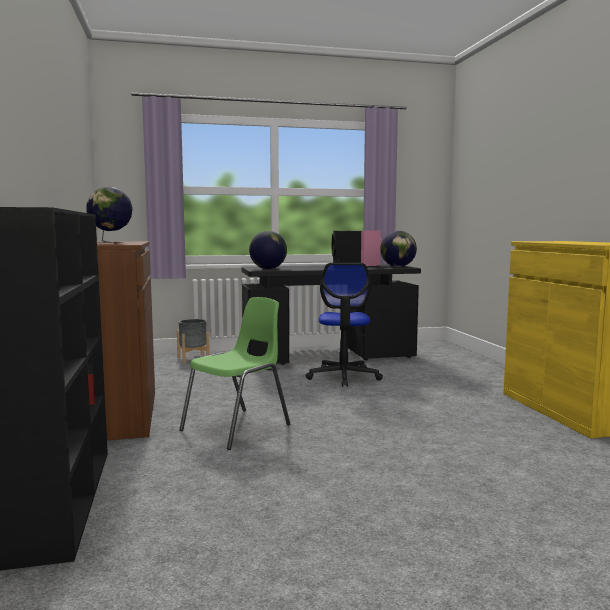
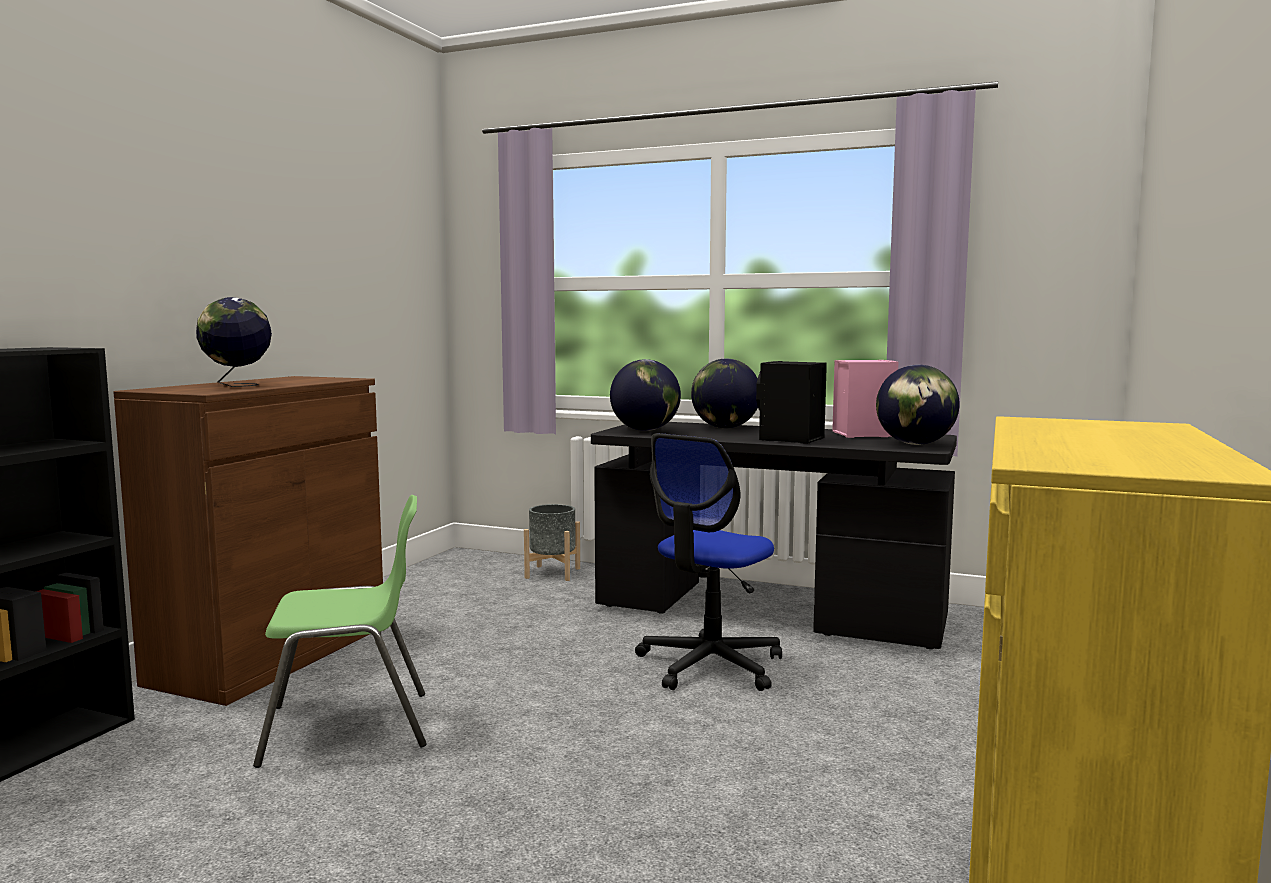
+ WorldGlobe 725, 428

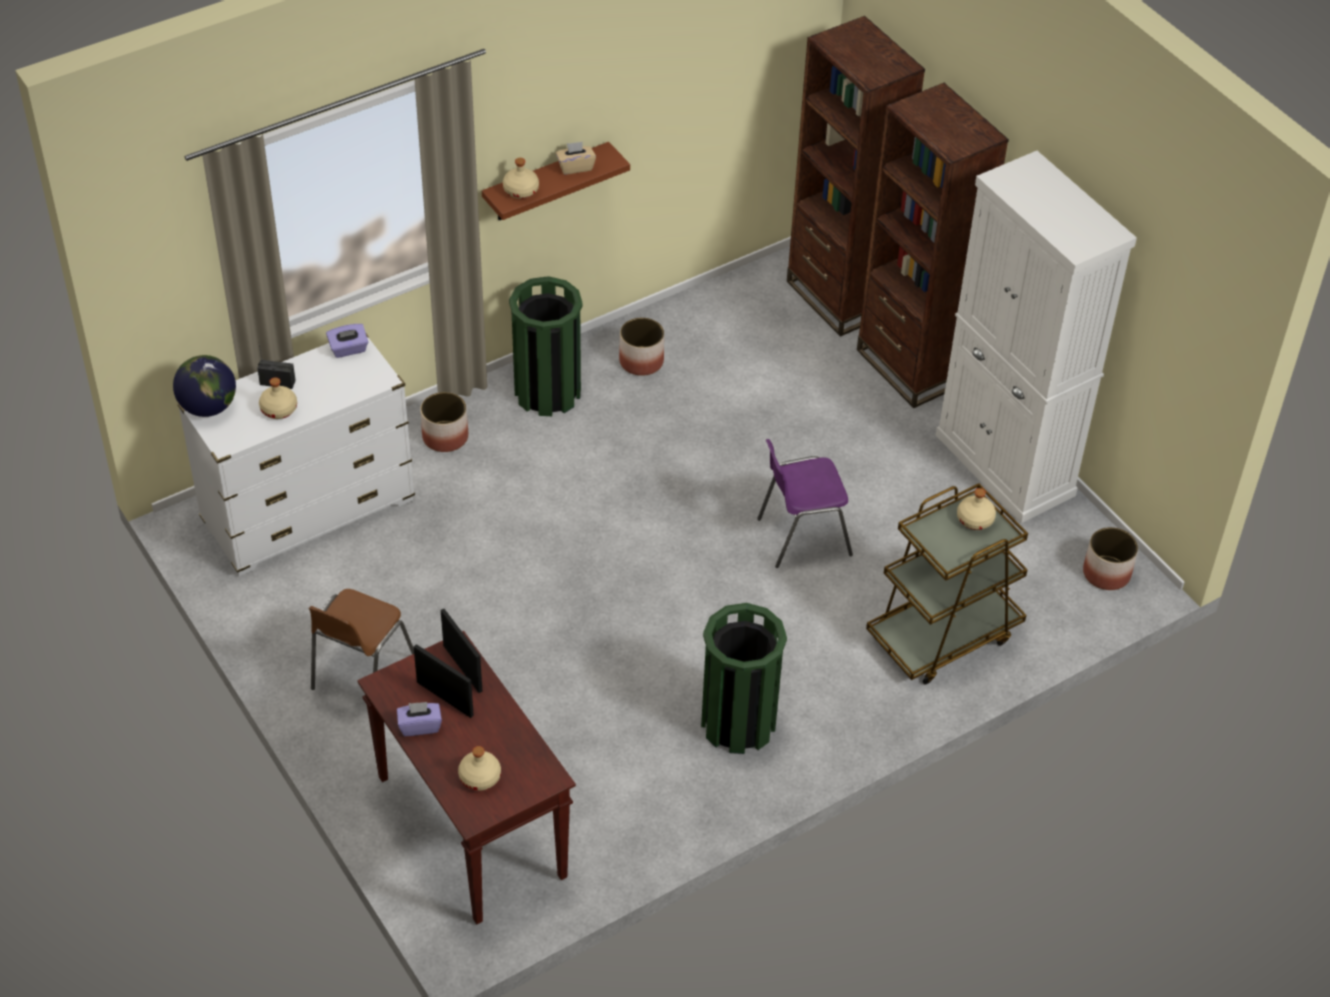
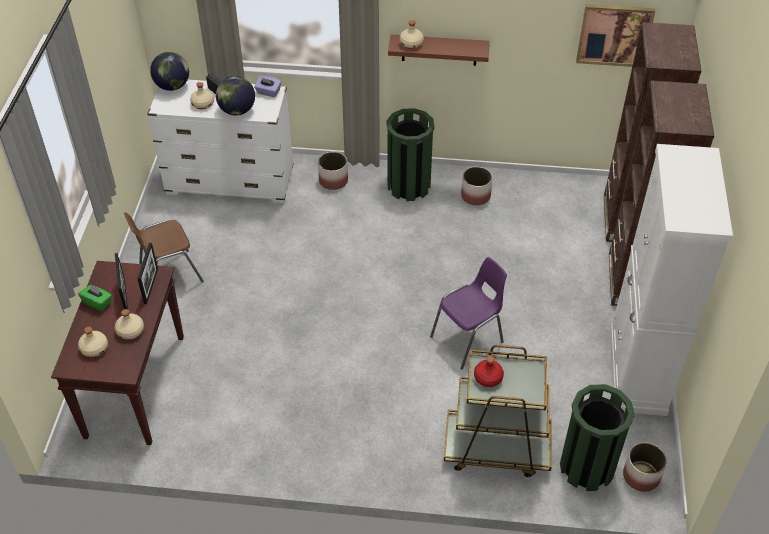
- BeigeTissueBox 575, 167
~ PurplePlainChair 801, 536 = 469, 339 120 degrees clockwise
~ BeigeBottle 975, 519 to 130, 331
~ GreenishRubbishBin 738, 723 to 587, 467
~ PurpleTissueBox 420, 726 to GreenishTissueBox 97, 302
+ WallPicture 614, 34
+ WorldGlobe 237, 110
+ RedBottle 488, 378

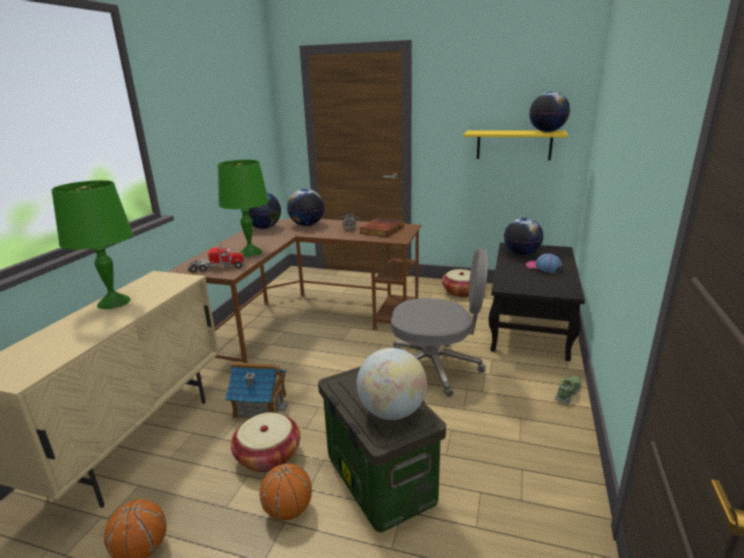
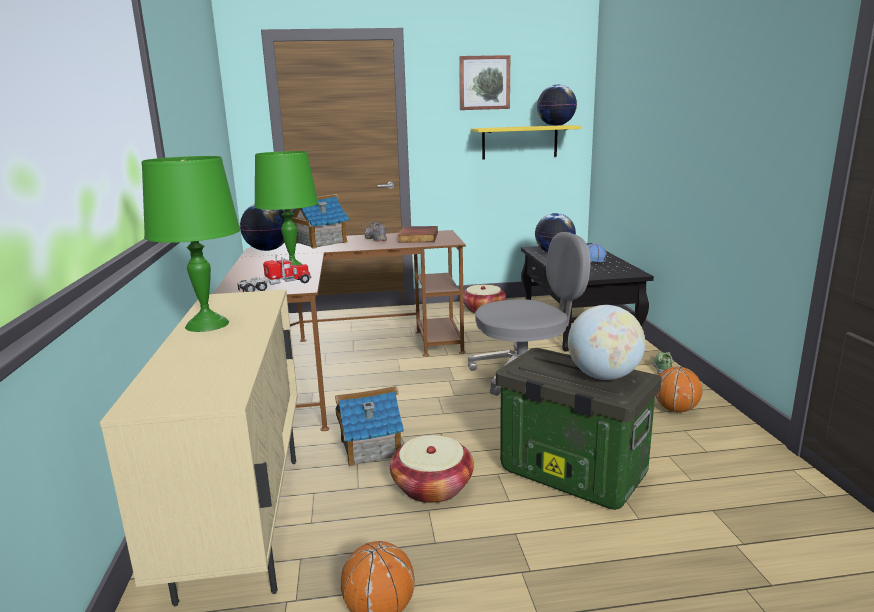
~ WorldGlobe 307, 225 to ModelHouse 320, 242
~ BasketballBall 288, 510 to 675, 409
+ WallPicture 484, 83

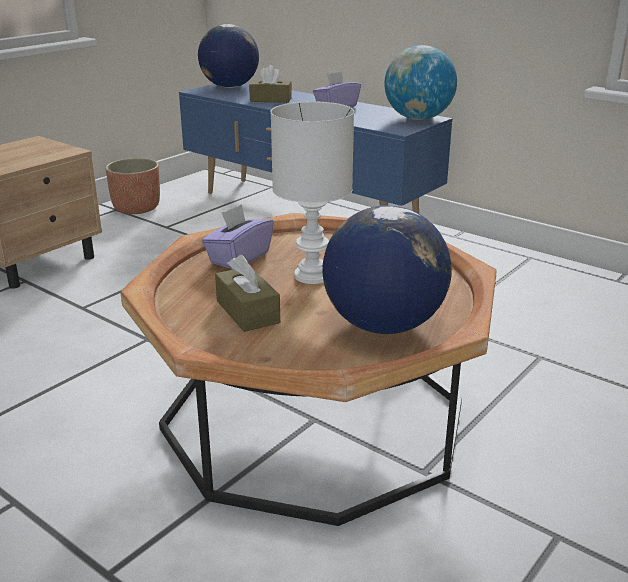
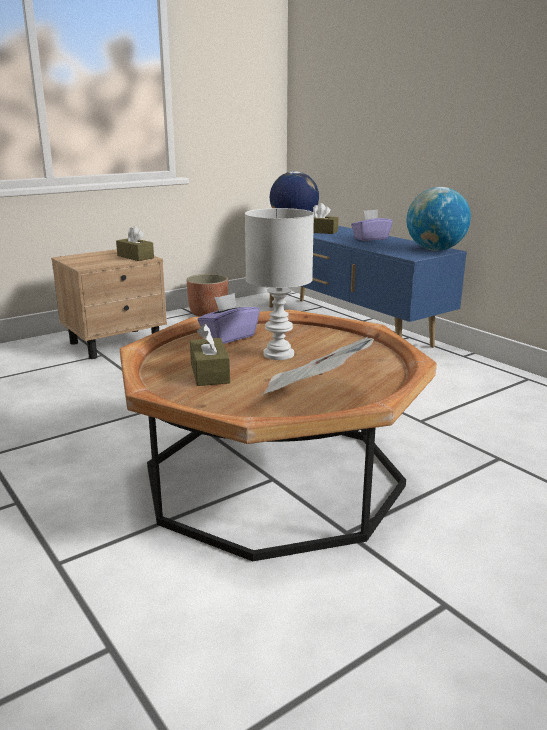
~ WorldGlobe 383, 325 to Newspaper 313, 394
+ BrownishTissueBox 135, 257

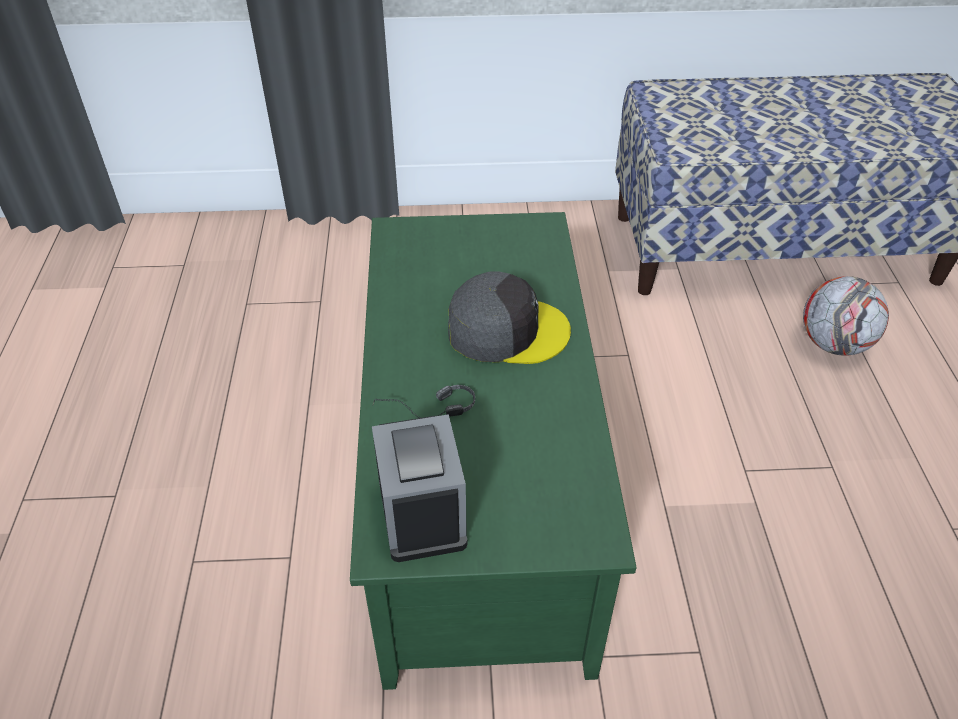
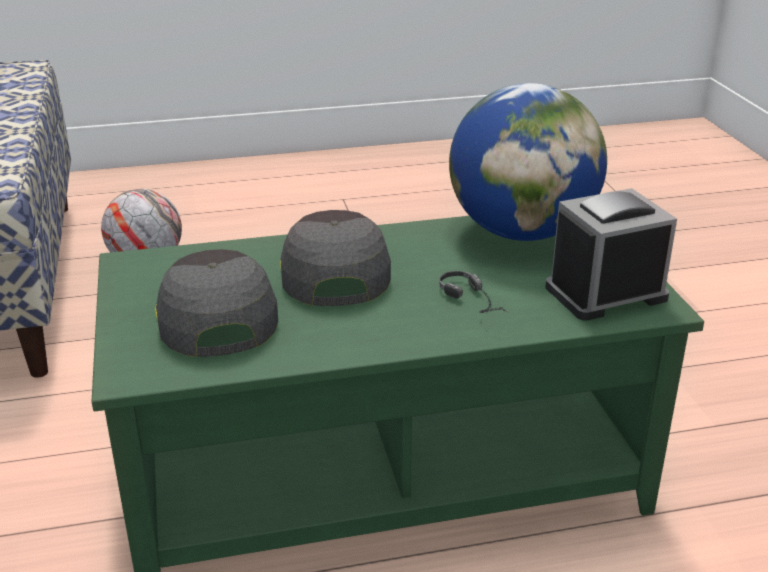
+ WorldGlobe 521, 232
+ GreyPeakedCap 215, 316

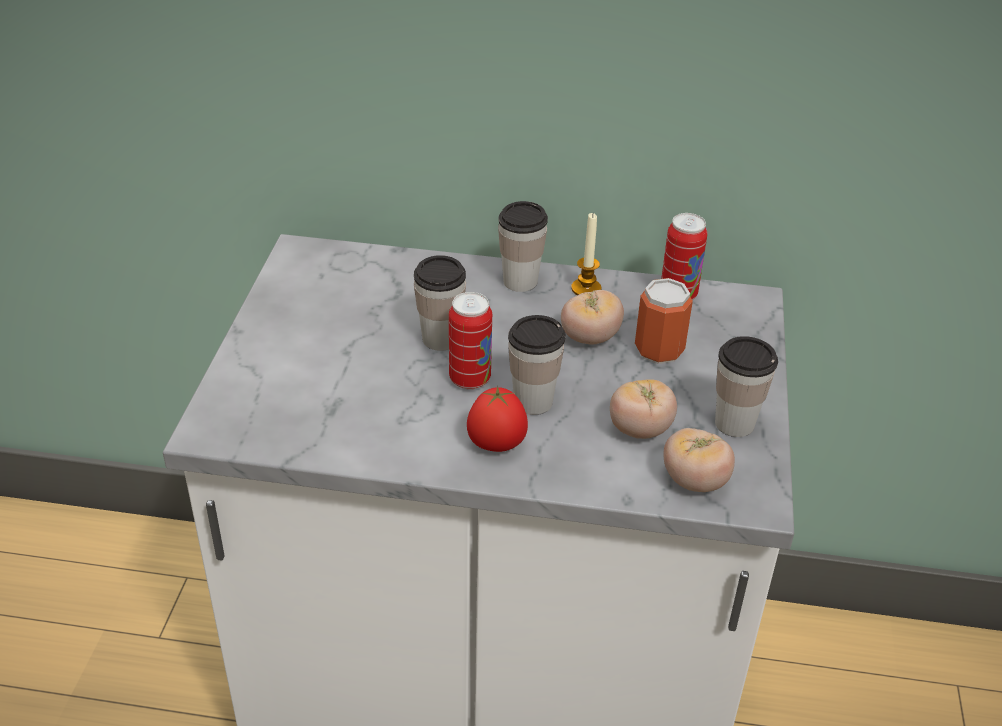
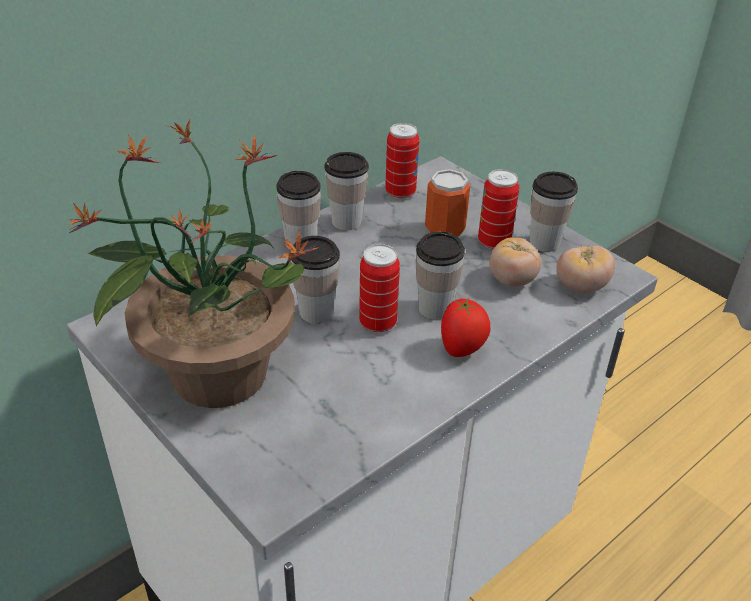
~ WaxLight 586, 289 to DrinkingCup 346, 222
- Tomato 590, 337
+ Houseplant 216, 373
+ SealedCan 494, 242

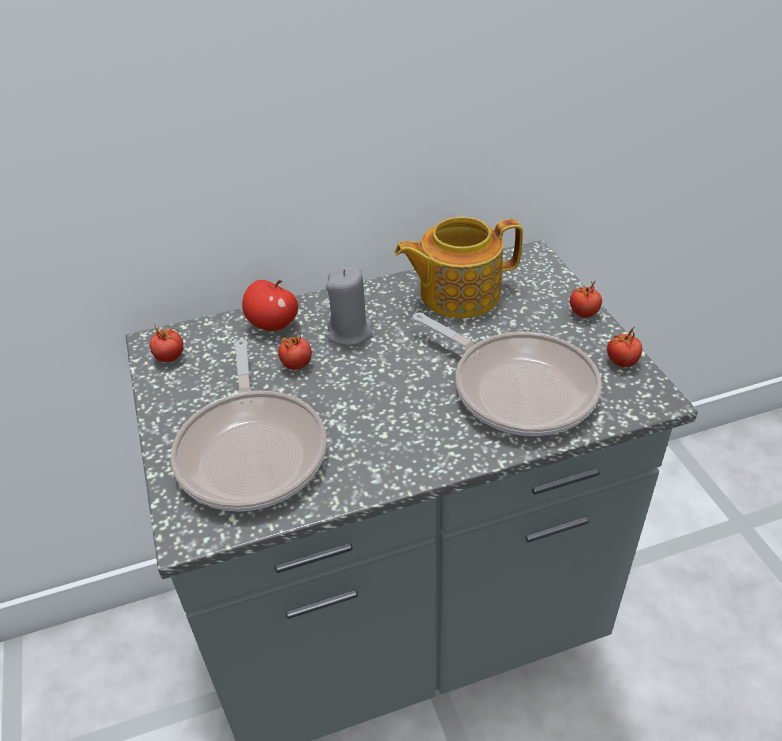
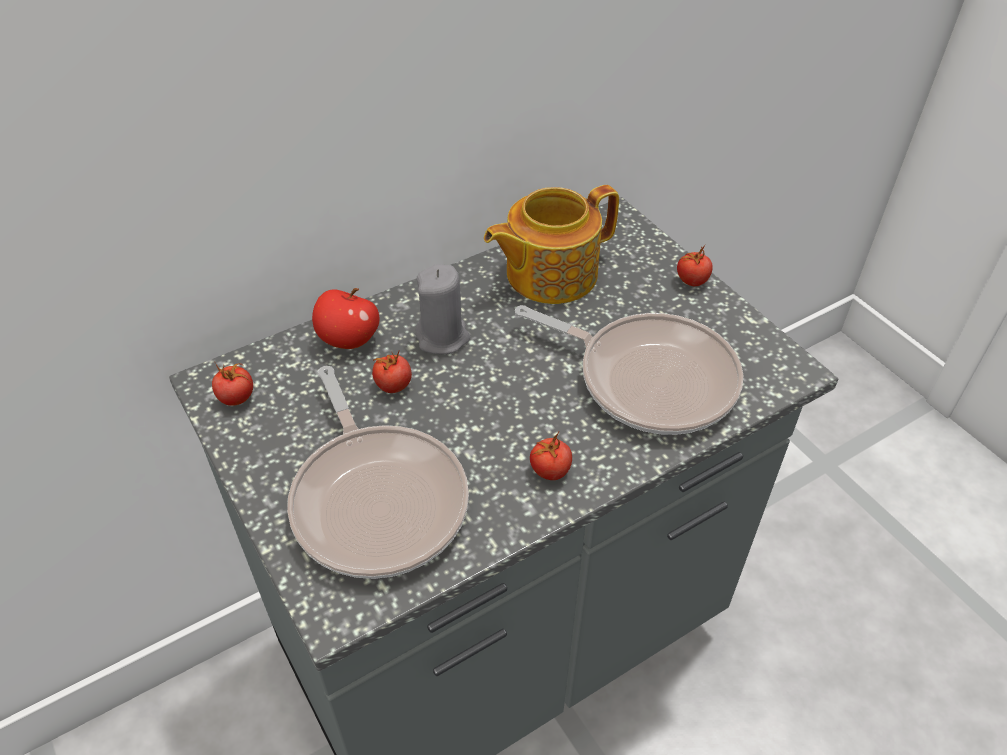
~ Tomato 621, 362 to 550, 471

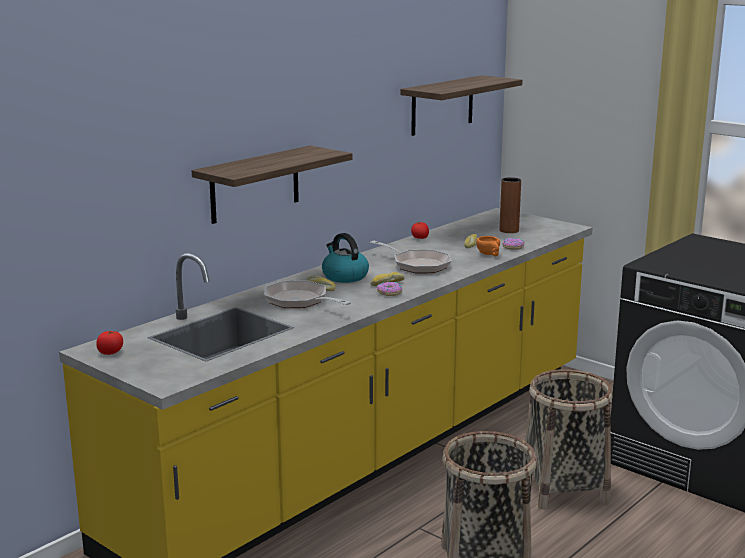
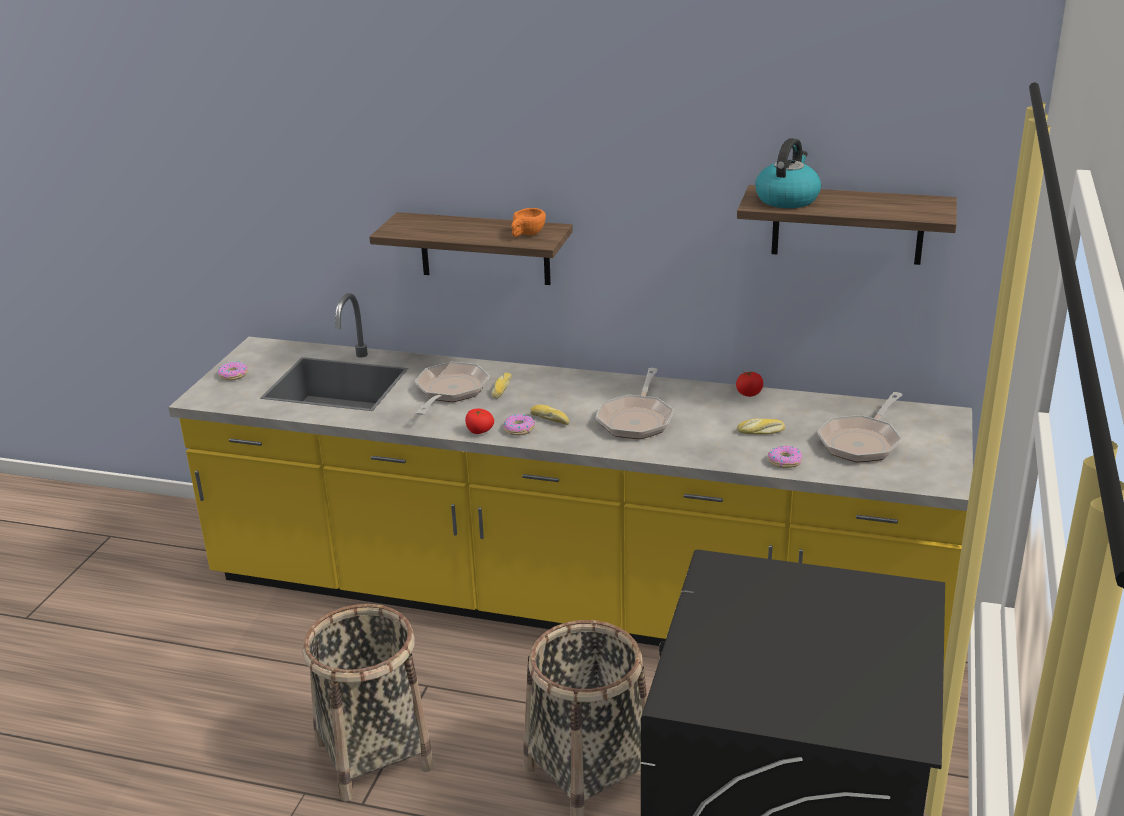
~ BrownishFlowerVase 509, 230 to FryingPan 862, 442
~ Kettle 344, 276 to 787, 199
~ OrangeDrinkingCup 489, 255 to 526, 235
~ Tomato 110, 352 to 479, 431
+ Donut 233, 375

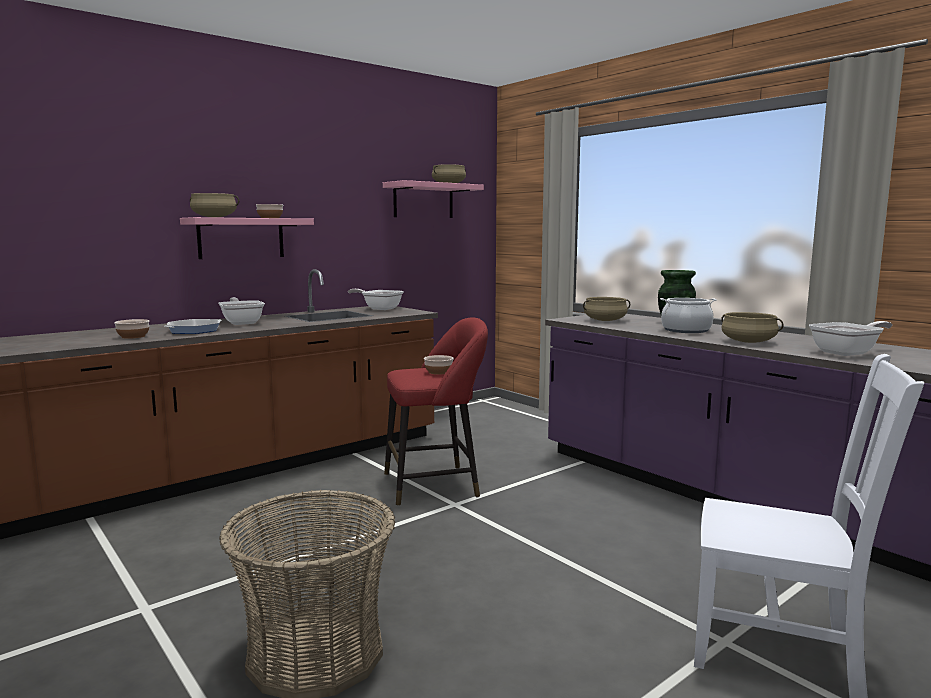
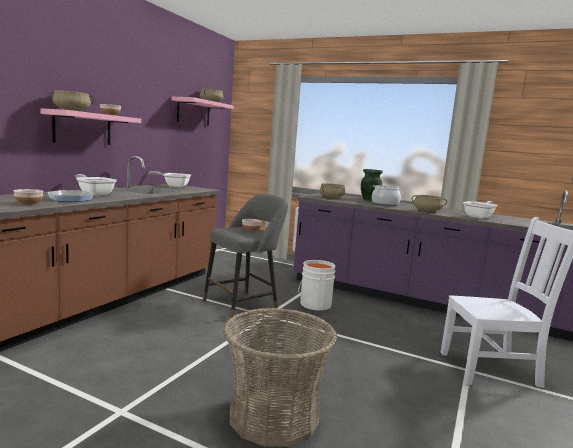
~ RedStoolSeat 436, 484 to GreyStoolSeat 243, 304
+ WhitePail 313, 304

